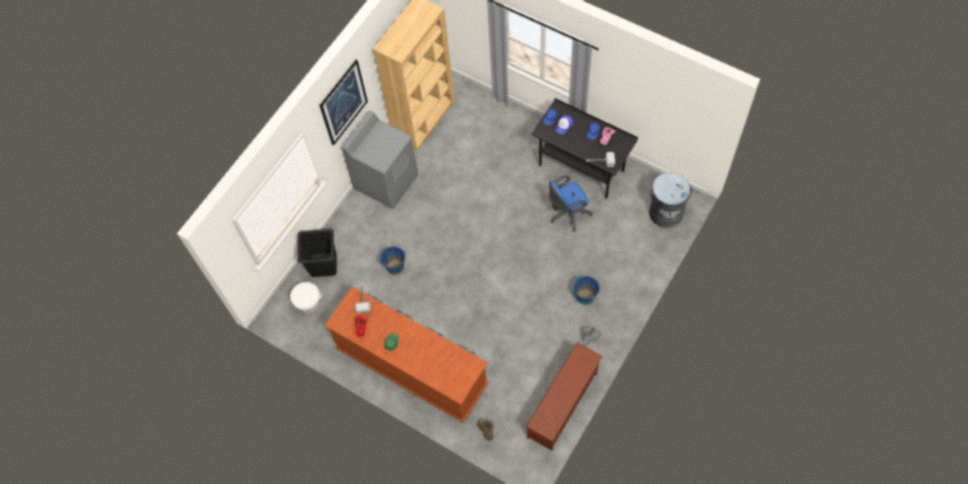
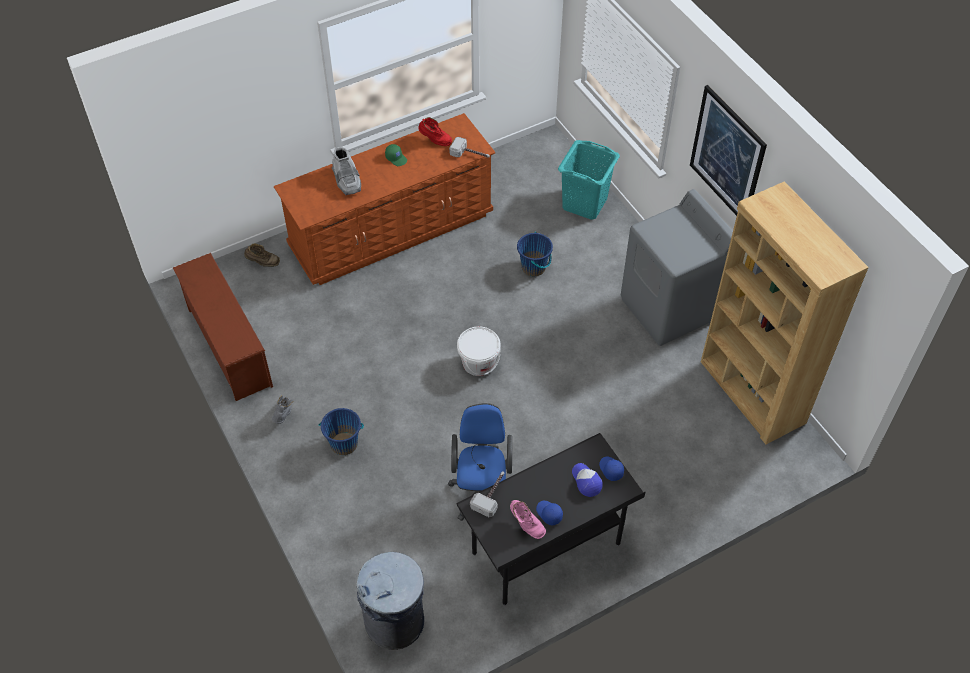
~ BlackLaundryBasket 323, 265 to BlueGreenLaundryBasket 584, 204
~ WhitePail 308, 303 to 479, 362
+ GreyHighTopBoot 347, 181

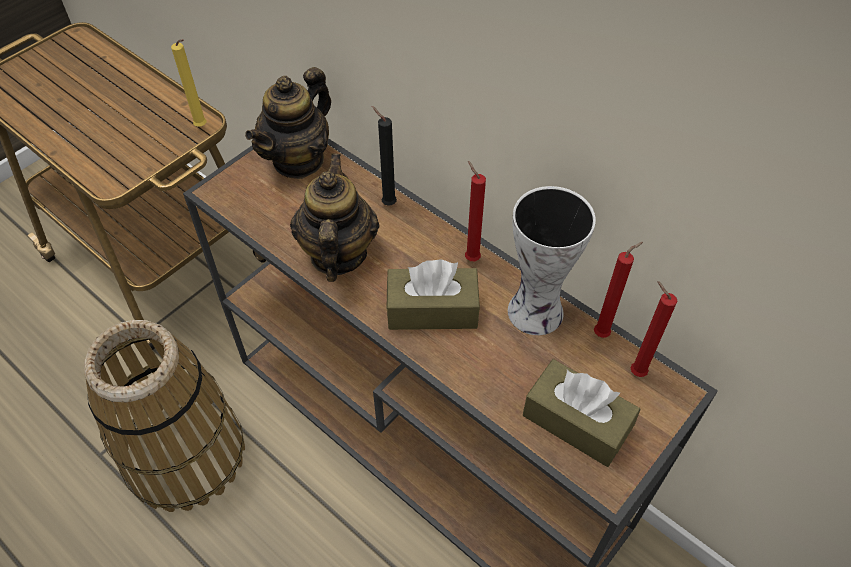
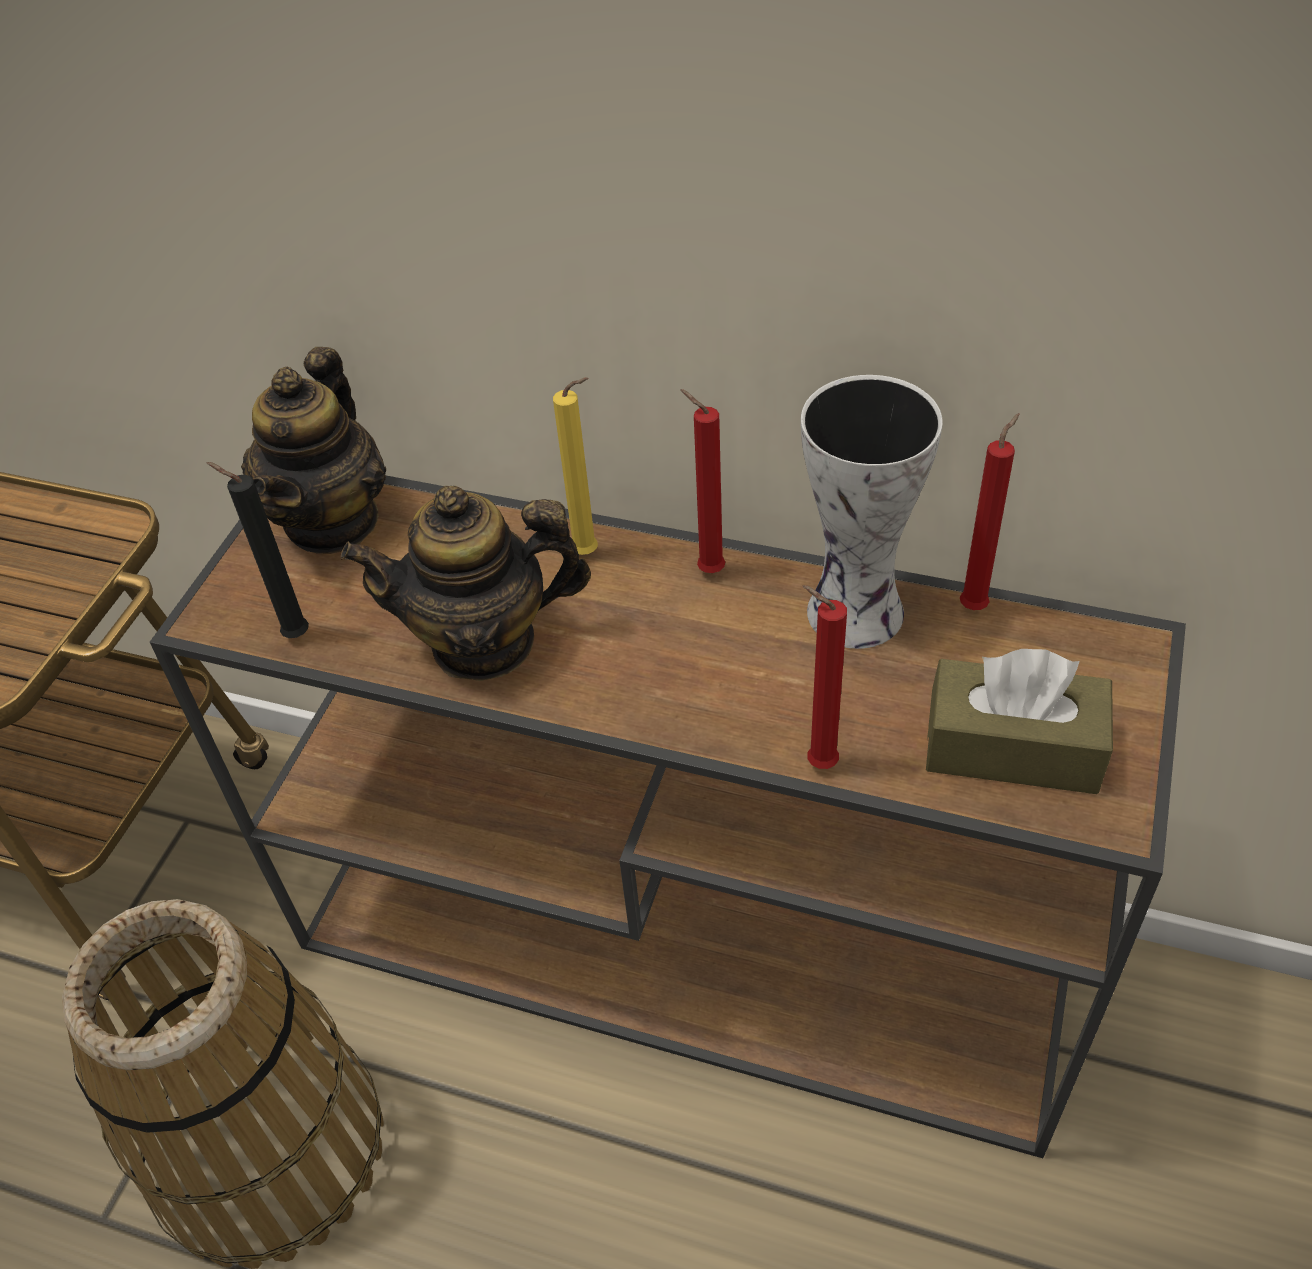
~ YellowishWaxLight 202, 127 to 589, 554
~ BlackWaxLight 387, 203 to 292, 635
~ TeaPot 337, 254 = 484, 642 75 degrees counterclockwise
- BrownishTissueBox 432, 310
~ RedWaxLight 635, 371 to 817, 763

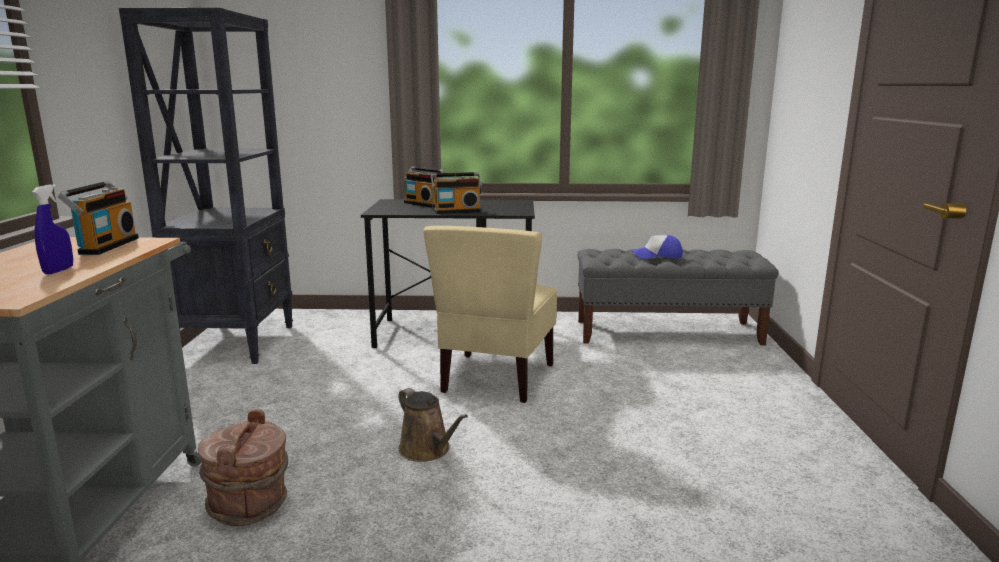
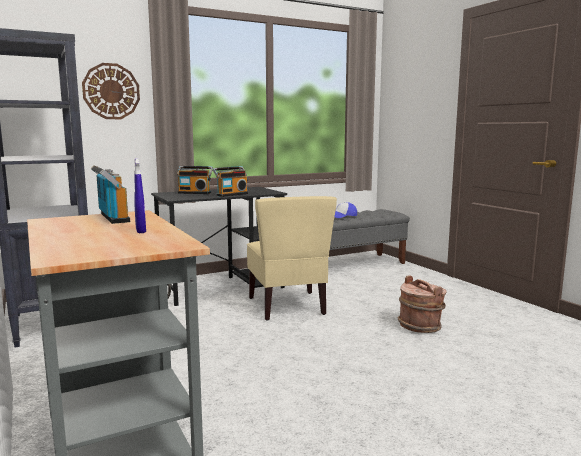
- BrownishSprinklingCan 427, 450
~ BrownishPail 250, 505 to 420, 326
+ ClockOnTheWall 111, 91

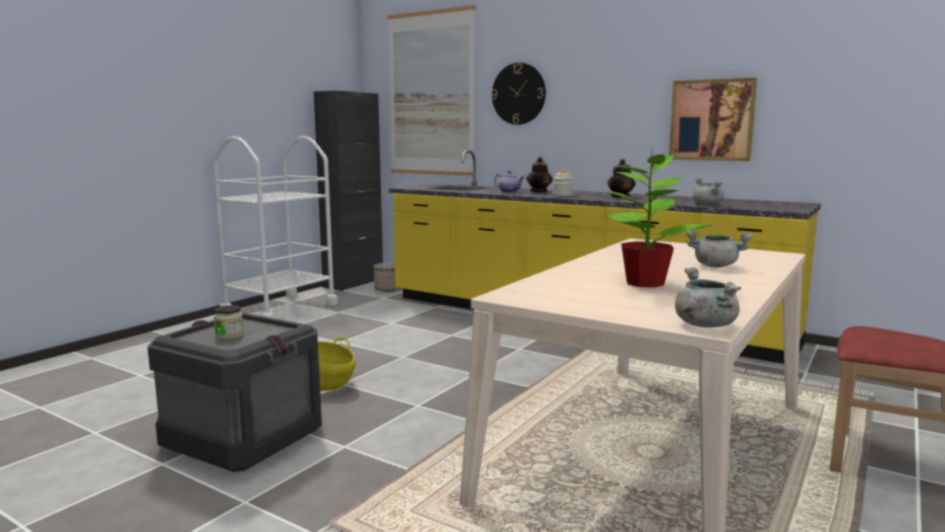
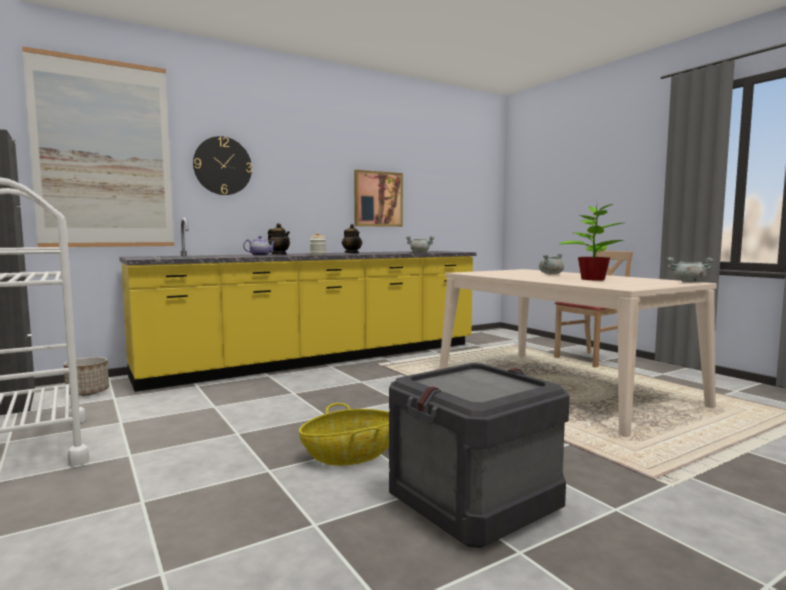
- PreserveJar 229, 335

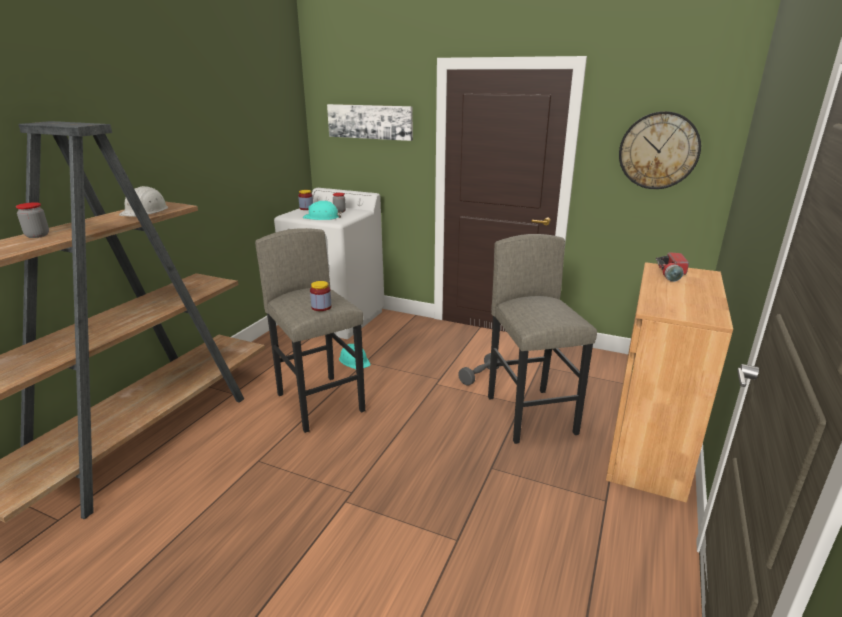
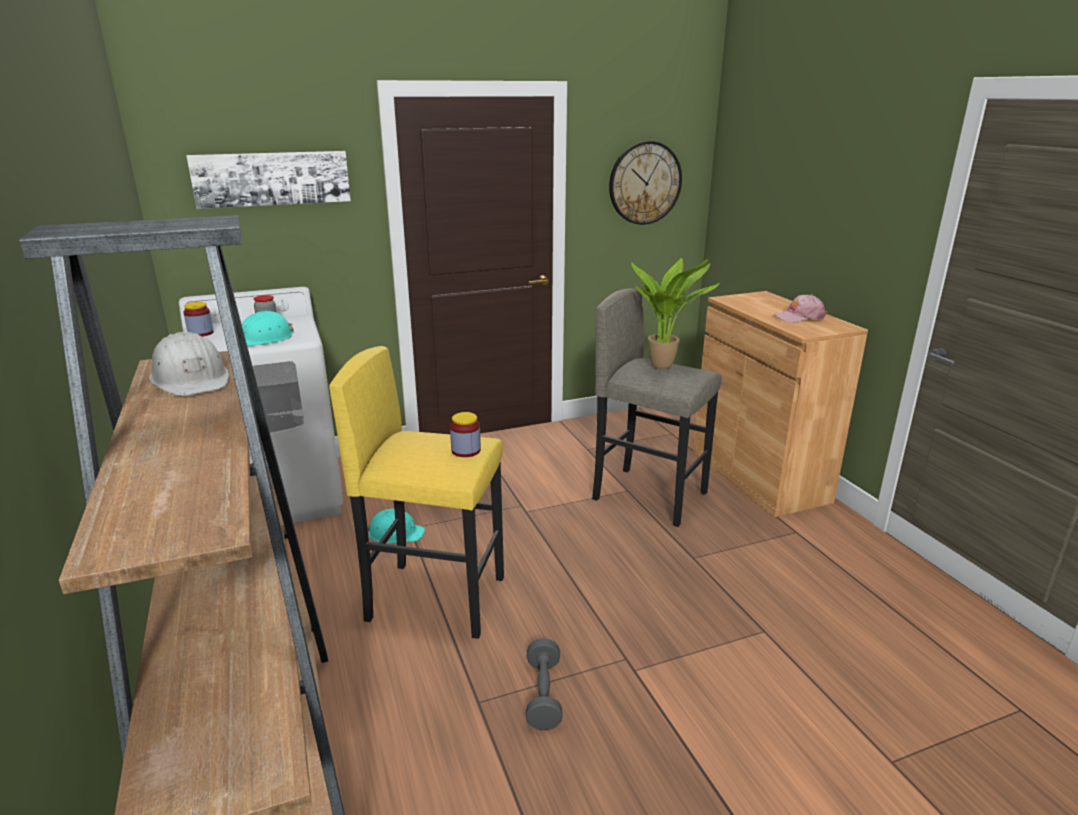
- PreserveJar 37, 235
~ GreyStoolSeat 320, 402 to YellowishStoolSeat 436, 598
- Flashlight 671, 274
~ GreyHandWeight 479, 376 to 543, 695
+ Houseplant 665, 365
+ PinkishPeakedCap 799, 317

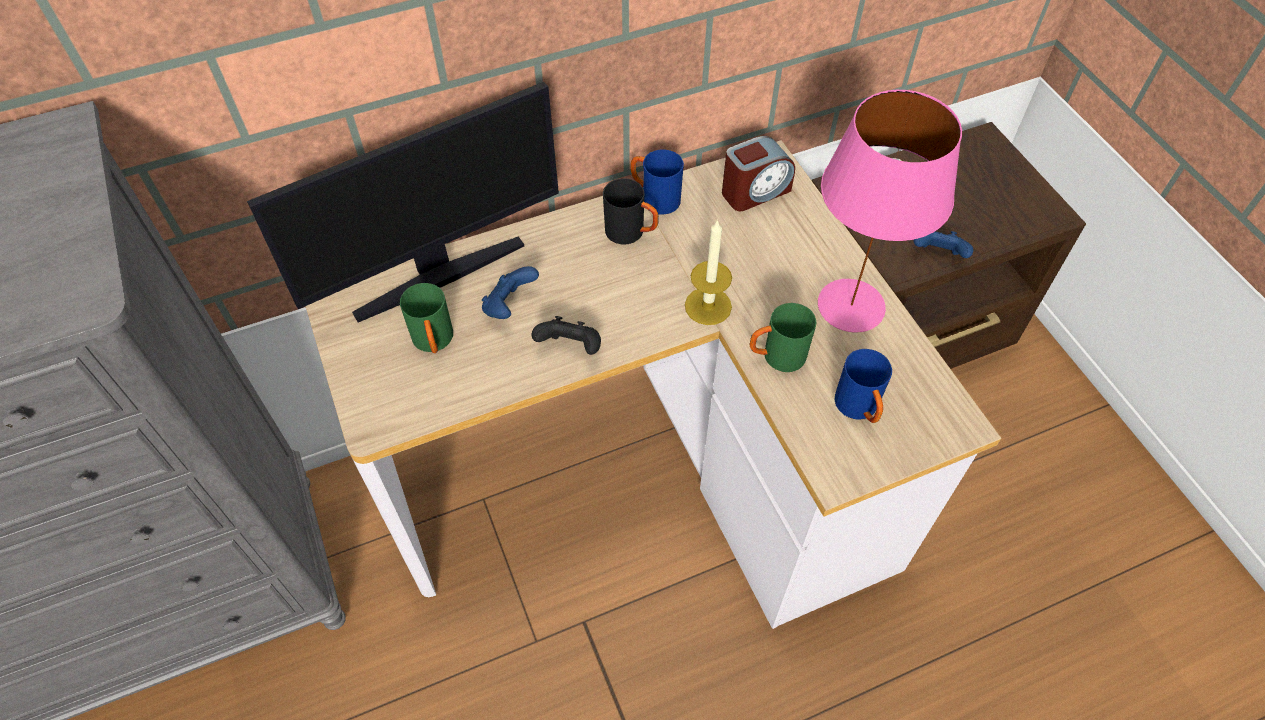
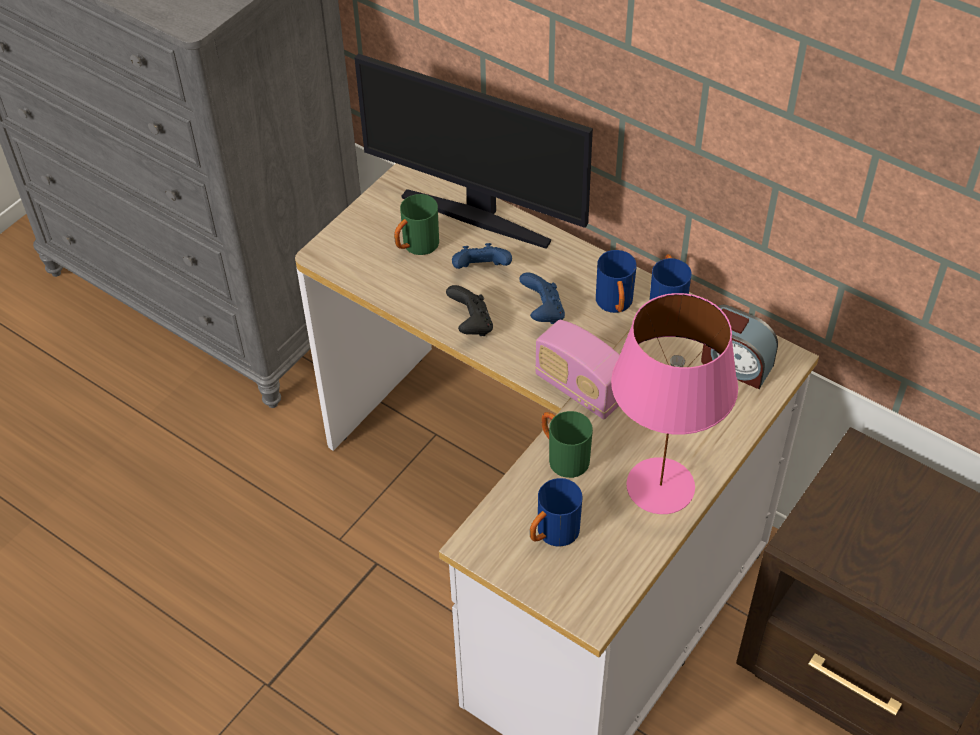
~ BlackCoffeeMug 631, 233 to BluishCoffeeMug 615, 305
~ WaxLight 708, 306 to Radio 580, 389
~ BluishGameController 937, 255 to 543, 312

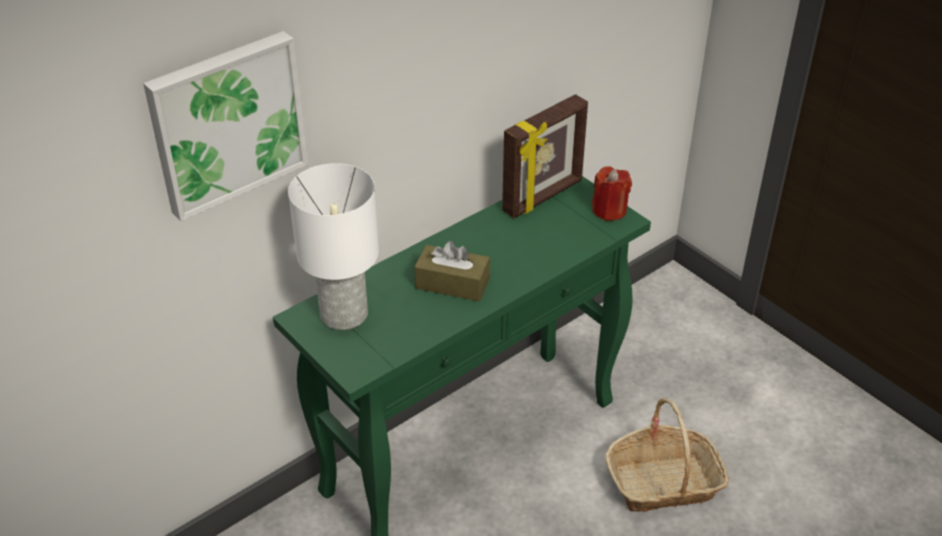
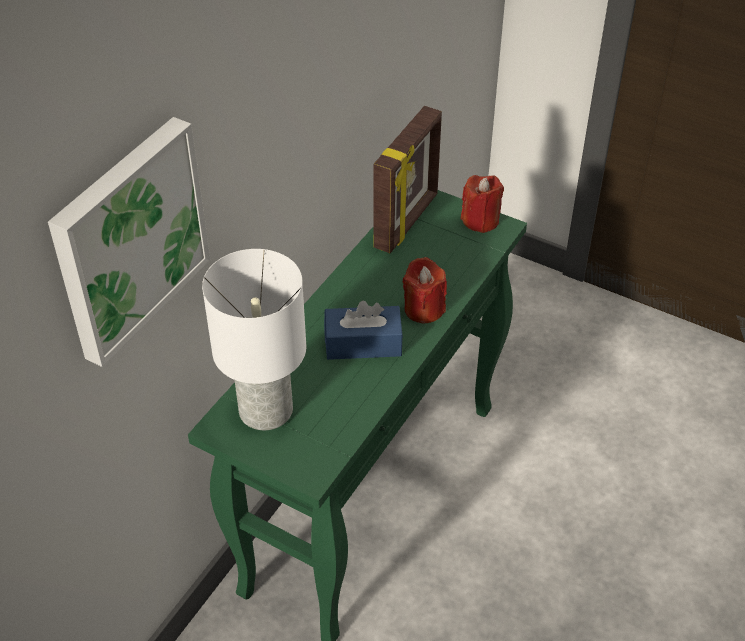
~ BrownishTissueBox 452, 284 to BluishTissueBox 363, 343
- HouseholdBasket 663, 482
+ RedWaxLight 424, 309

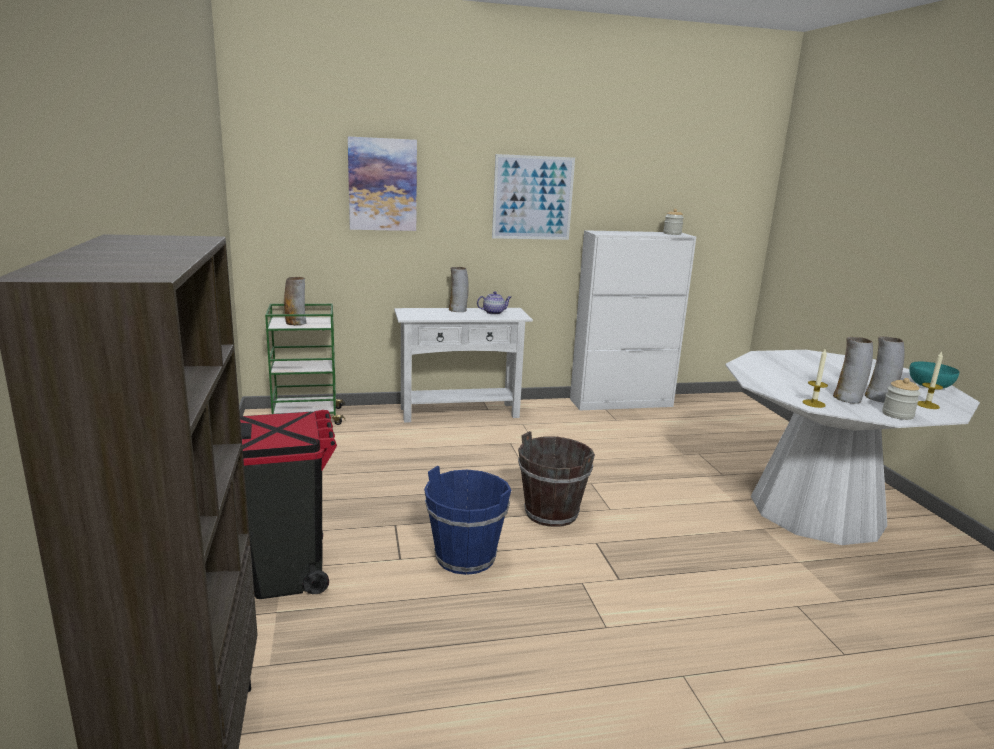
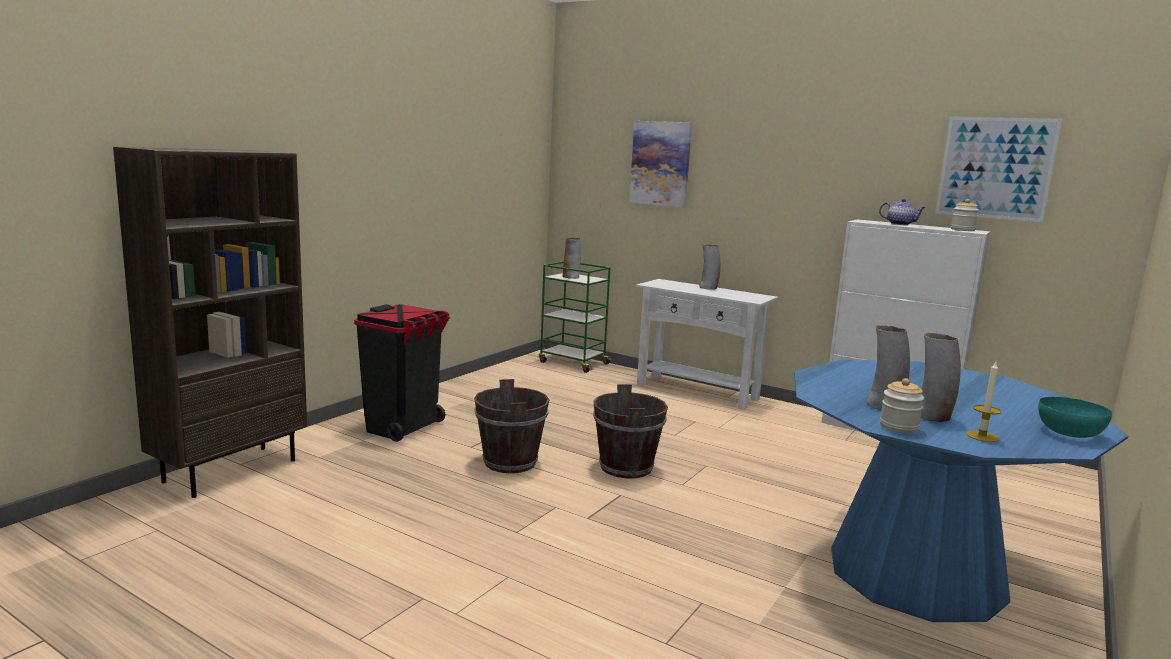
~ WallPicture 533, 198 to 995, 168
~ TeaPot 494, 312 to 900, 224
- WaxLight 813, 403
~ WhiteDinnerTable 816, 510 to BluishDinnerTable 916, 573
~ BluishPail 465, 557 to BrownishPail 509, 462

